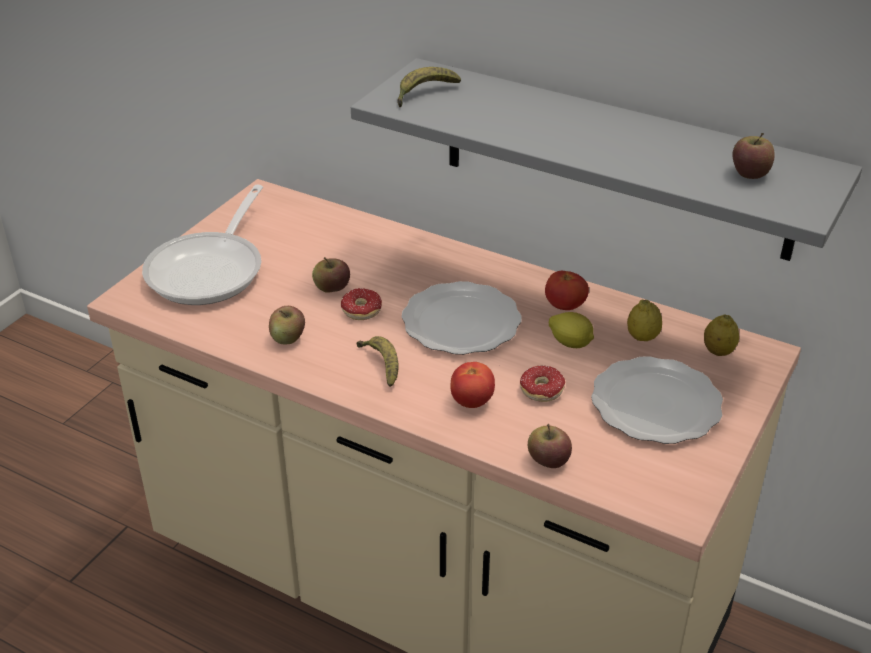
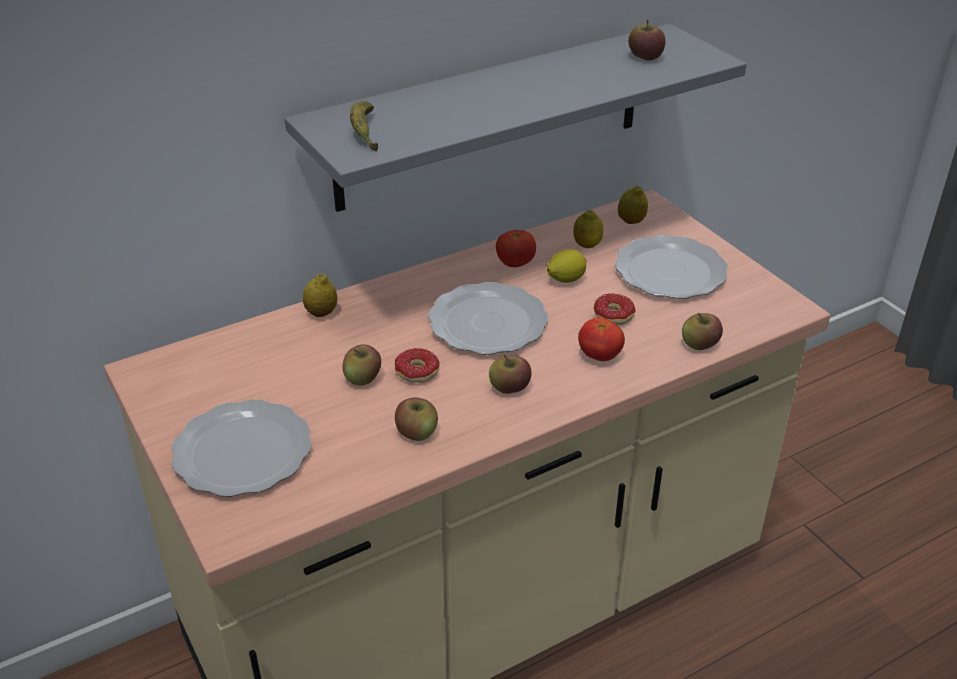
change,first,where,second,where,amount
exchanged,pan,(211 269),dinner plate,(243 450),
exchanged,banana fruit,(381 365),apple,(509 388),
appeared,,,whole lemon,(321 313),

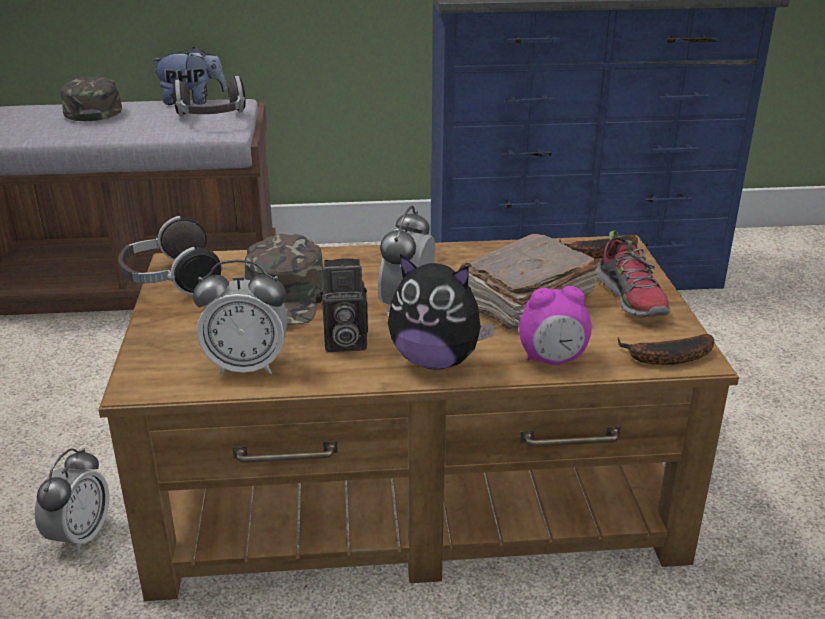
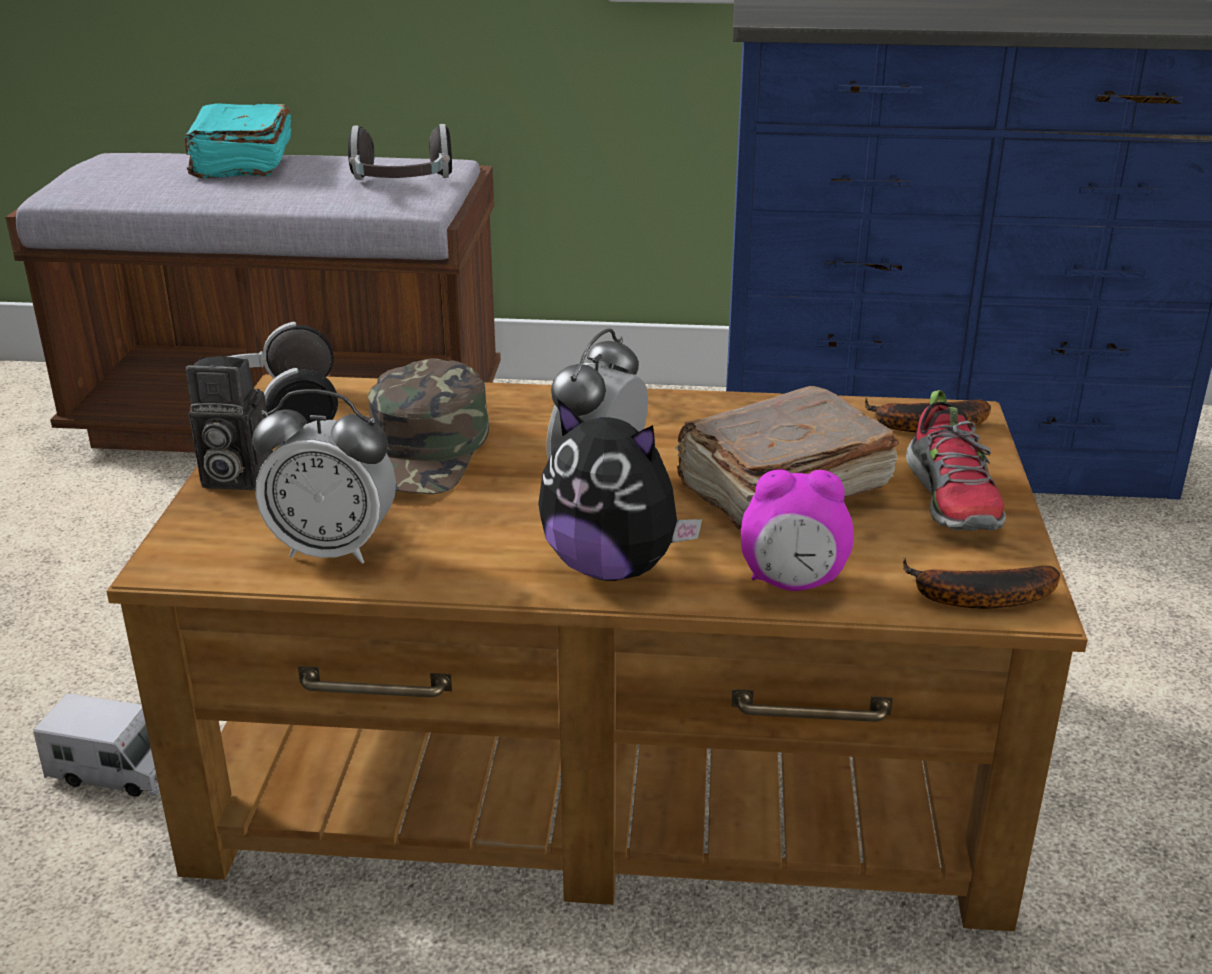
change,first,where,second,where,amount
exchanged,alarm clock,(80 536),toy lorry,(117 771),
exchanged,peaked cap/green,(93 109),bound book/turquoise-coloured,(241 163),
missing,plush toy,(192 101),,,
relocated,still camera,(342 342),,(232 477),

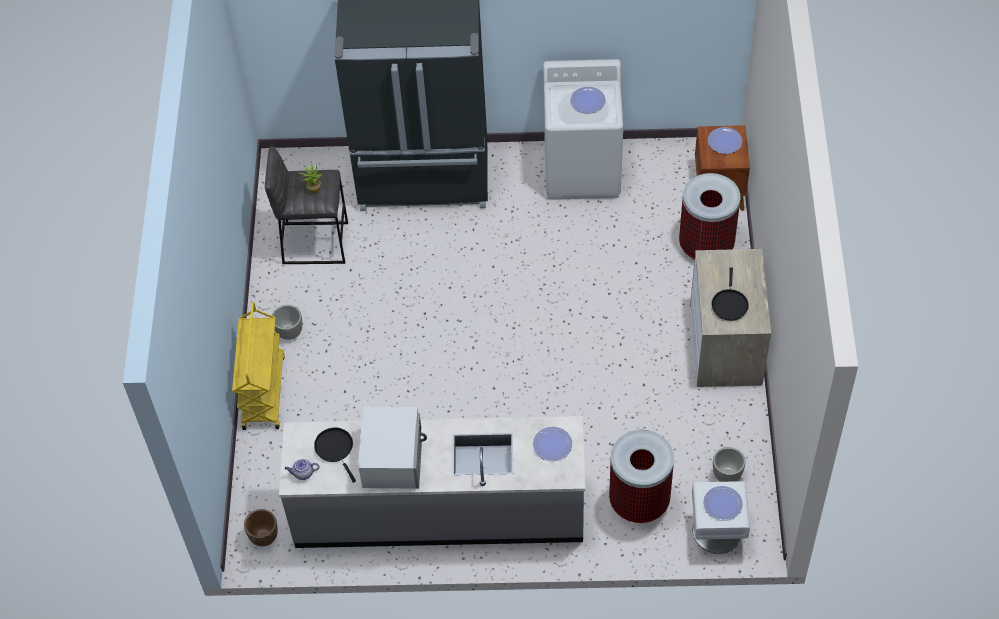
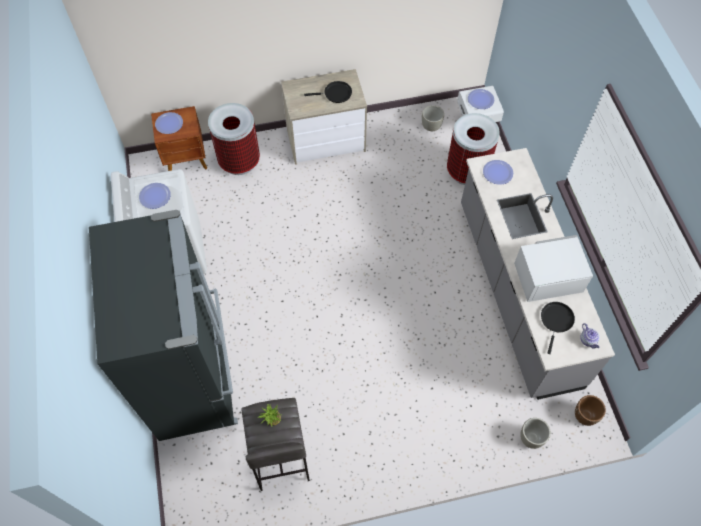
change,first,where,second,where,amount
missing,trolley/yellowish,(263 391),,,
relocated,plant pot/grey,(289 332),,(531 438),
spun,pan/black-coloured,(335 449),,(556 321),150 degrees clockwise

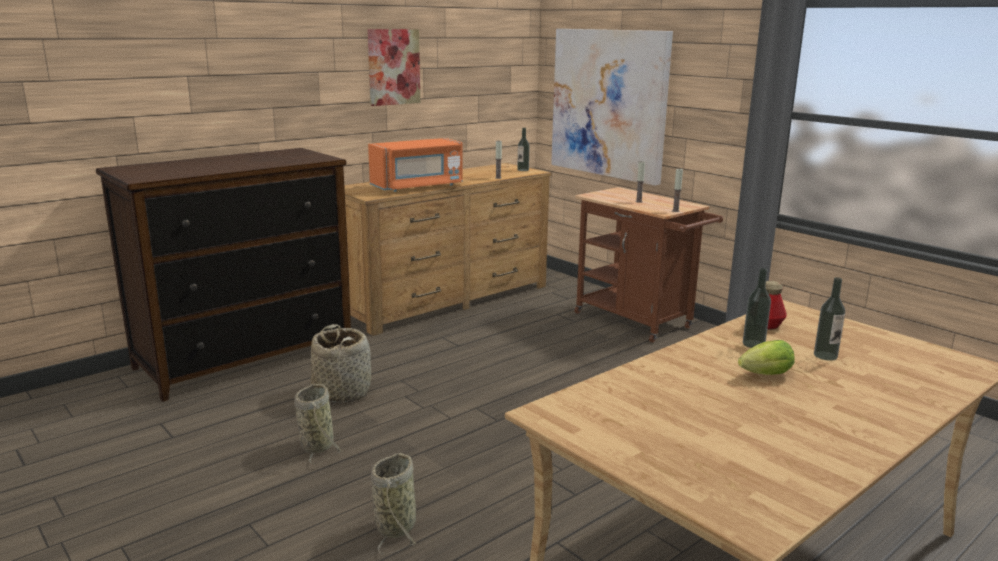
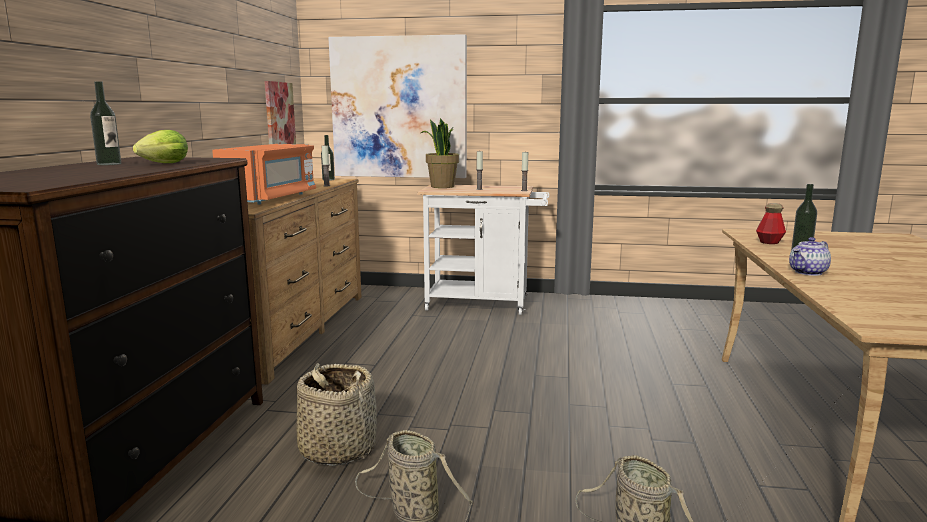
change,first,where,second,where,amount
relocated,picture,(393 67),,(279 118),
colour,trolley/brown-coloured,(638 322),trolley/white,(484 304),
relocated,lettuce head,(763 375),,(162 164),
relocated,drink bottle,(825 356),,(109 164),
appeared,,,potted plant,(442 186),
appeared,,,tea pot,(808 272),

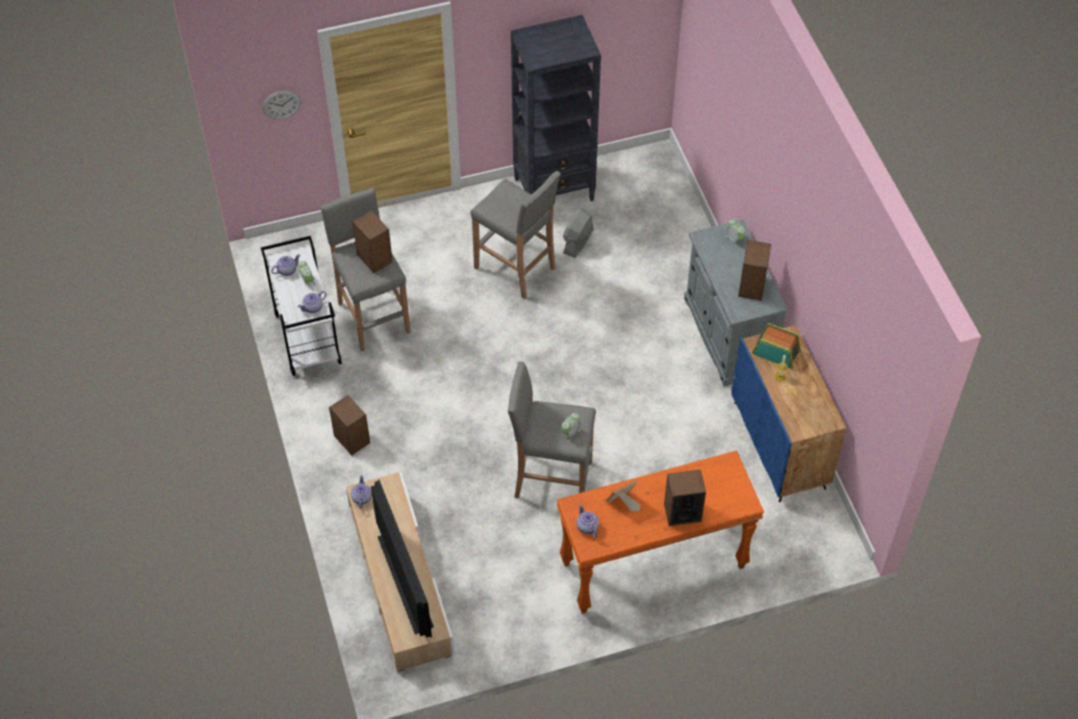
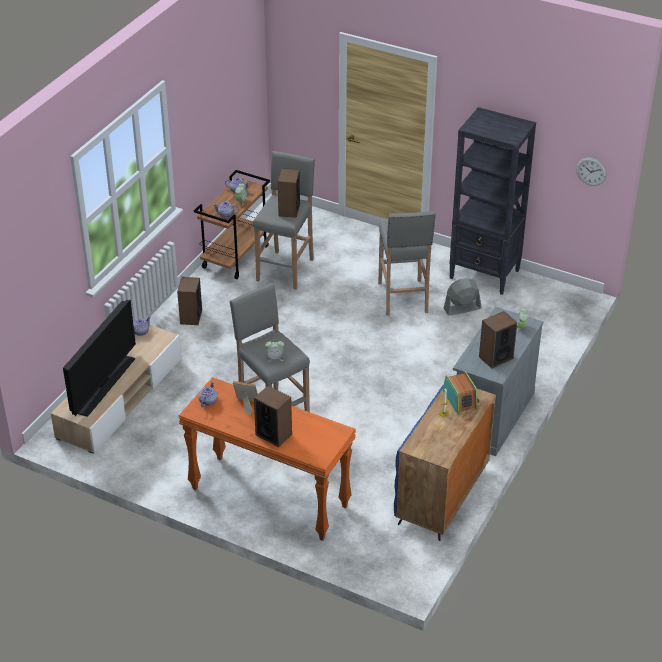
change,first,where,second,where,amount
colour,trolley/white,(307 338),trolley/brown-coloured,(235 256),
relocated,wall clock,(281 104),,(591 171),

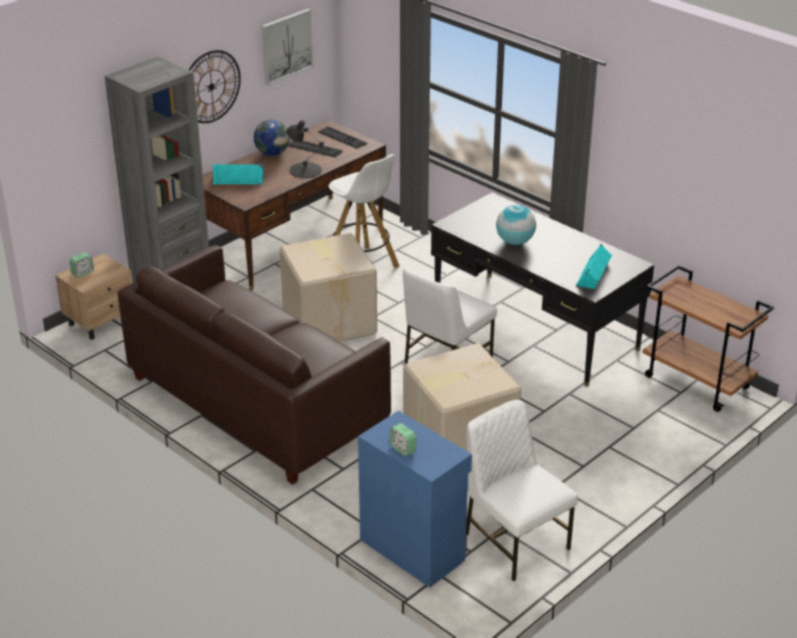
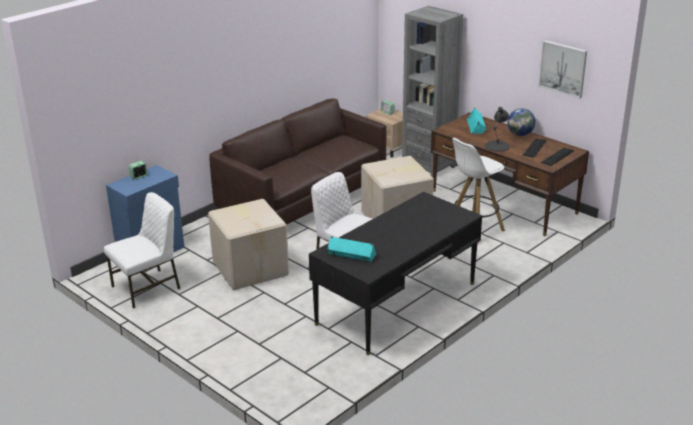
change,first,where,second,where,amount
missing,wall clock,(211 86),,,
missing,globe,(515 242),,,
missing,trolley/brown-coloured,(697 382),,,

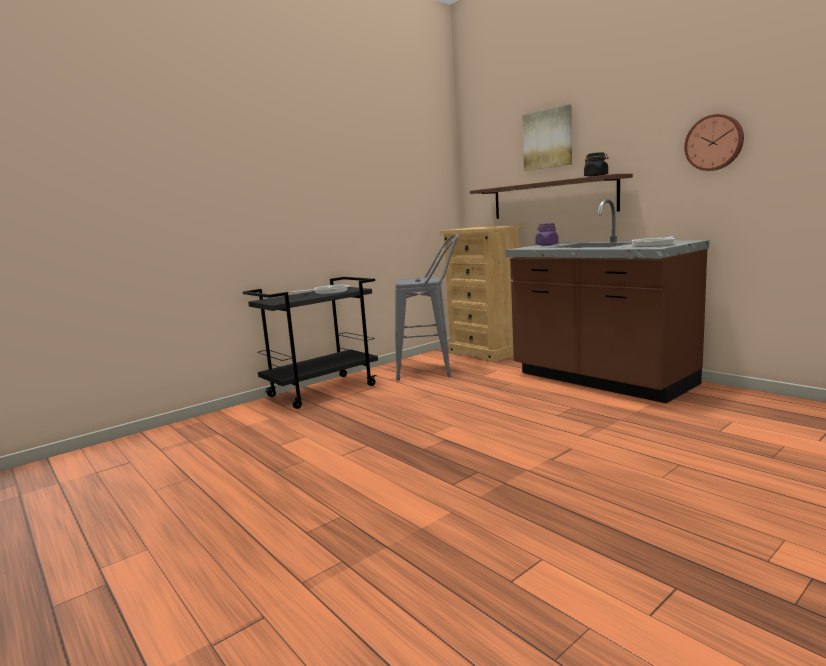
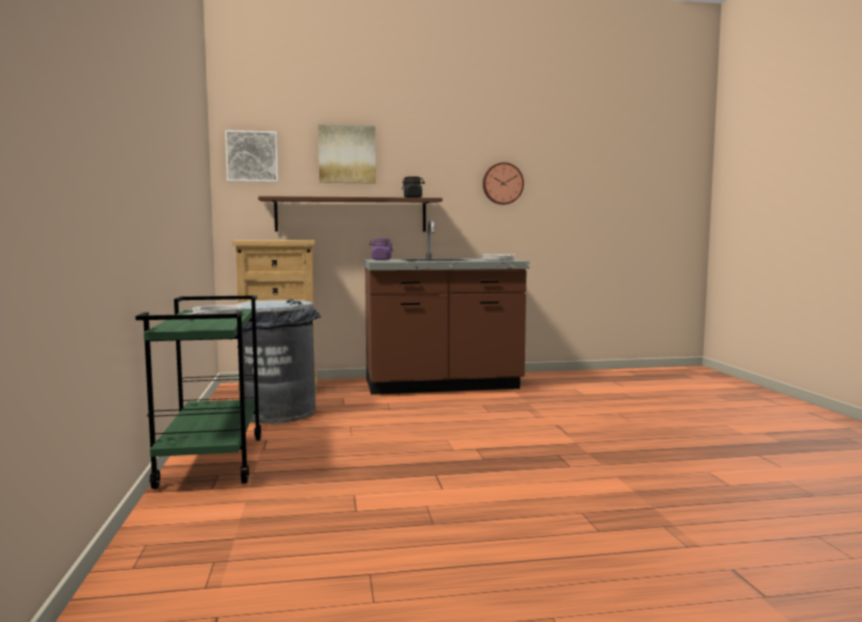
change,first,where,second,where,amount
colour,trolley/black-coloured,(322 390),trolley/green,(211 461),
exchanged,sitting stool/grey,(431 371),trash can/grey,(278 413),
appeared,,,picture,(252 157),

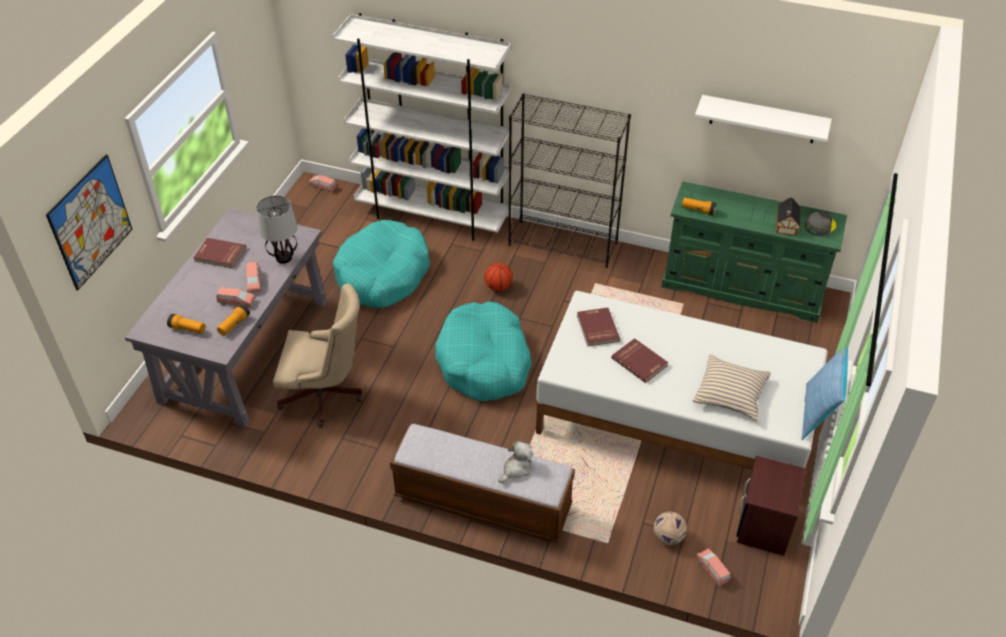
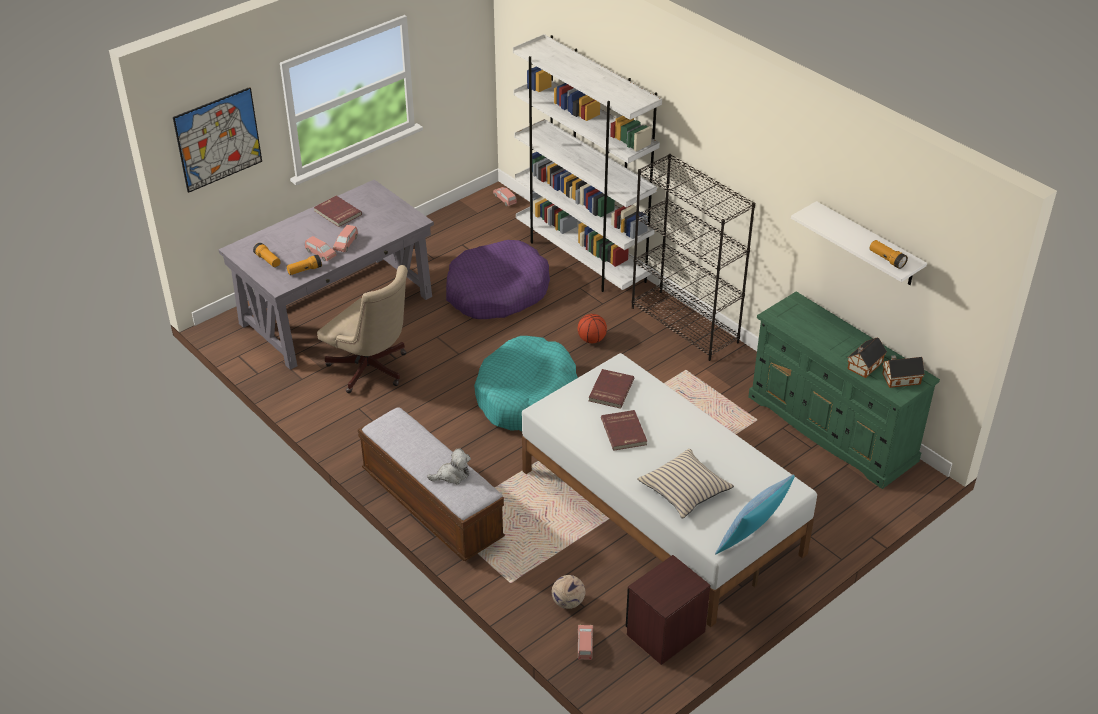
change,first,where,second,where,amount
missing,table lamp,(283 257),,,
colour,dog cushion/turquoise-coloured,(382 275),dog cushion/purplish,(496 292),
relocated,hand torch,(698 210),,(886 259),
exchanged,peaked cap/grey,(819 226),miniature house,(899 378),

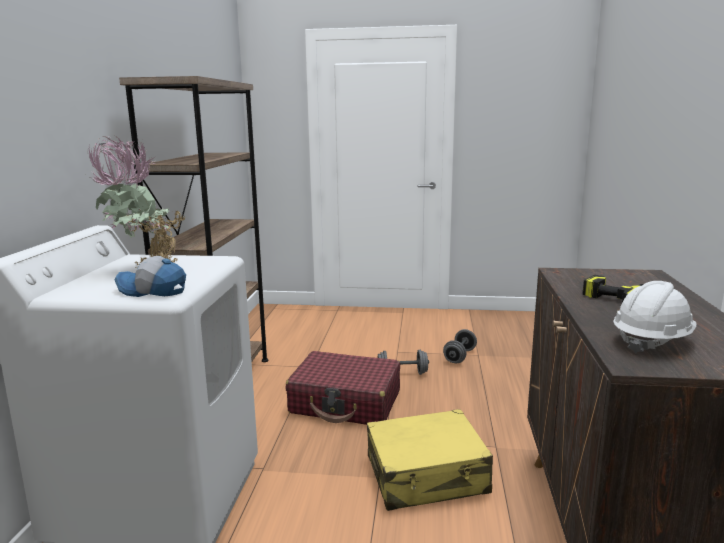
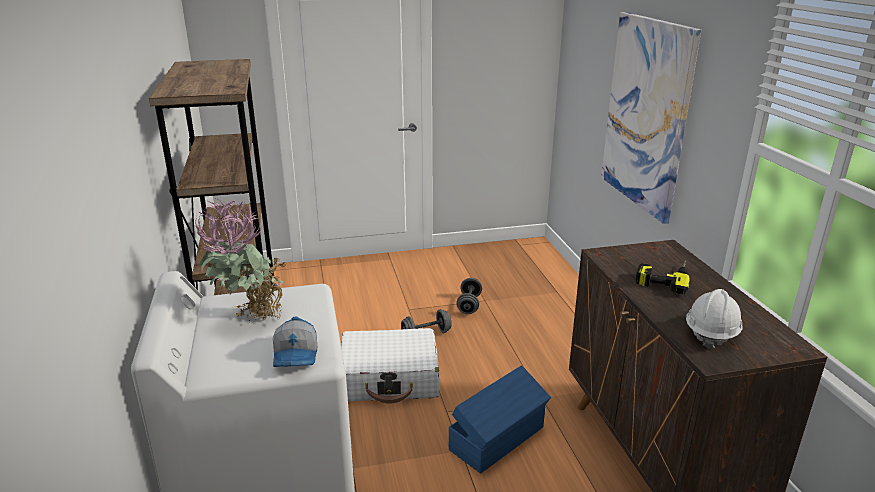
change,first,where,second,where,amount
spun,peaked cap,(152 291),,(297 355),90 degrees counterclockwise
colour,piece of luggage/red-coloured,(346 402),piece of luggage/white,(390 378),
exchanged,piece of luggage/yellowish,(426 475),storage box/blue-coloured,(498 438),
appeared,,,picture,(646 114),

